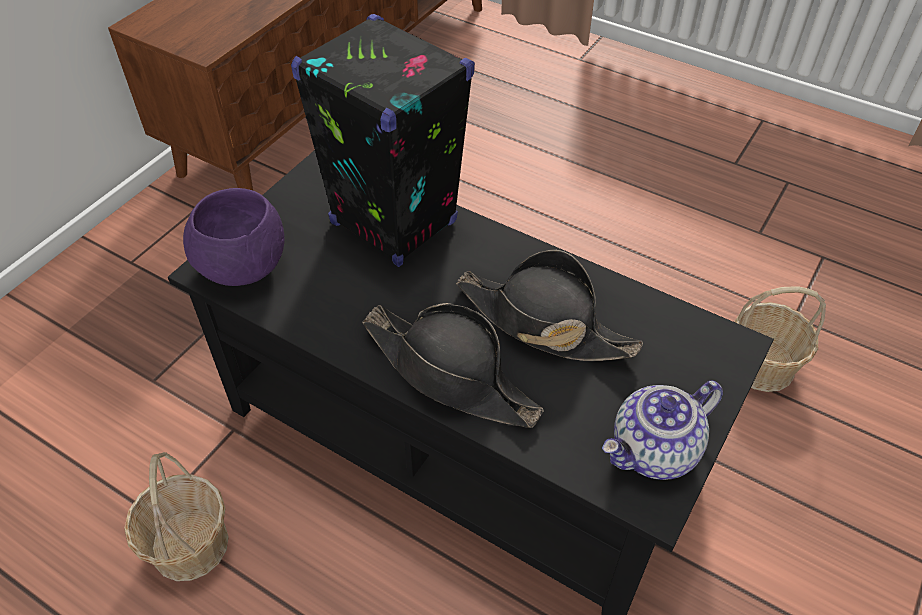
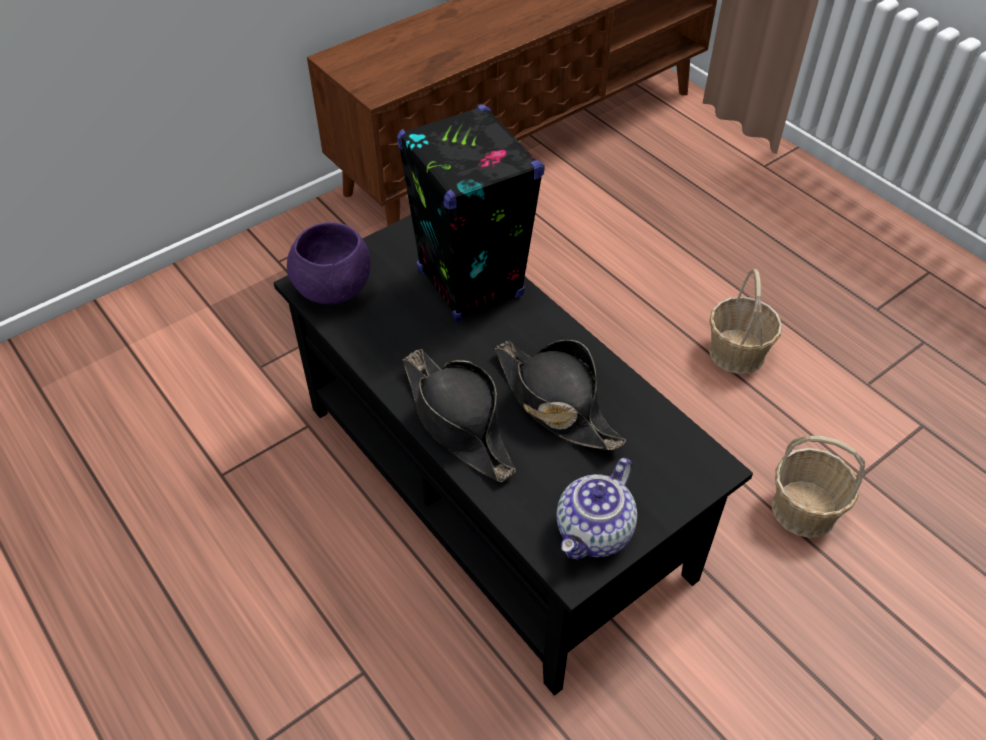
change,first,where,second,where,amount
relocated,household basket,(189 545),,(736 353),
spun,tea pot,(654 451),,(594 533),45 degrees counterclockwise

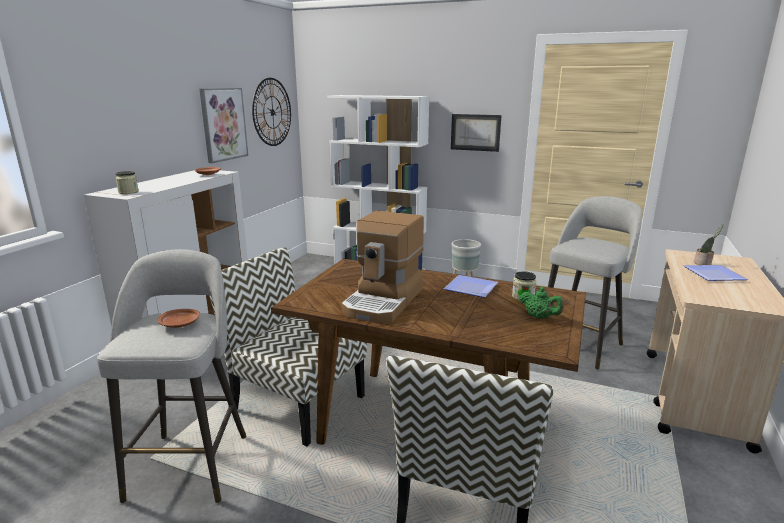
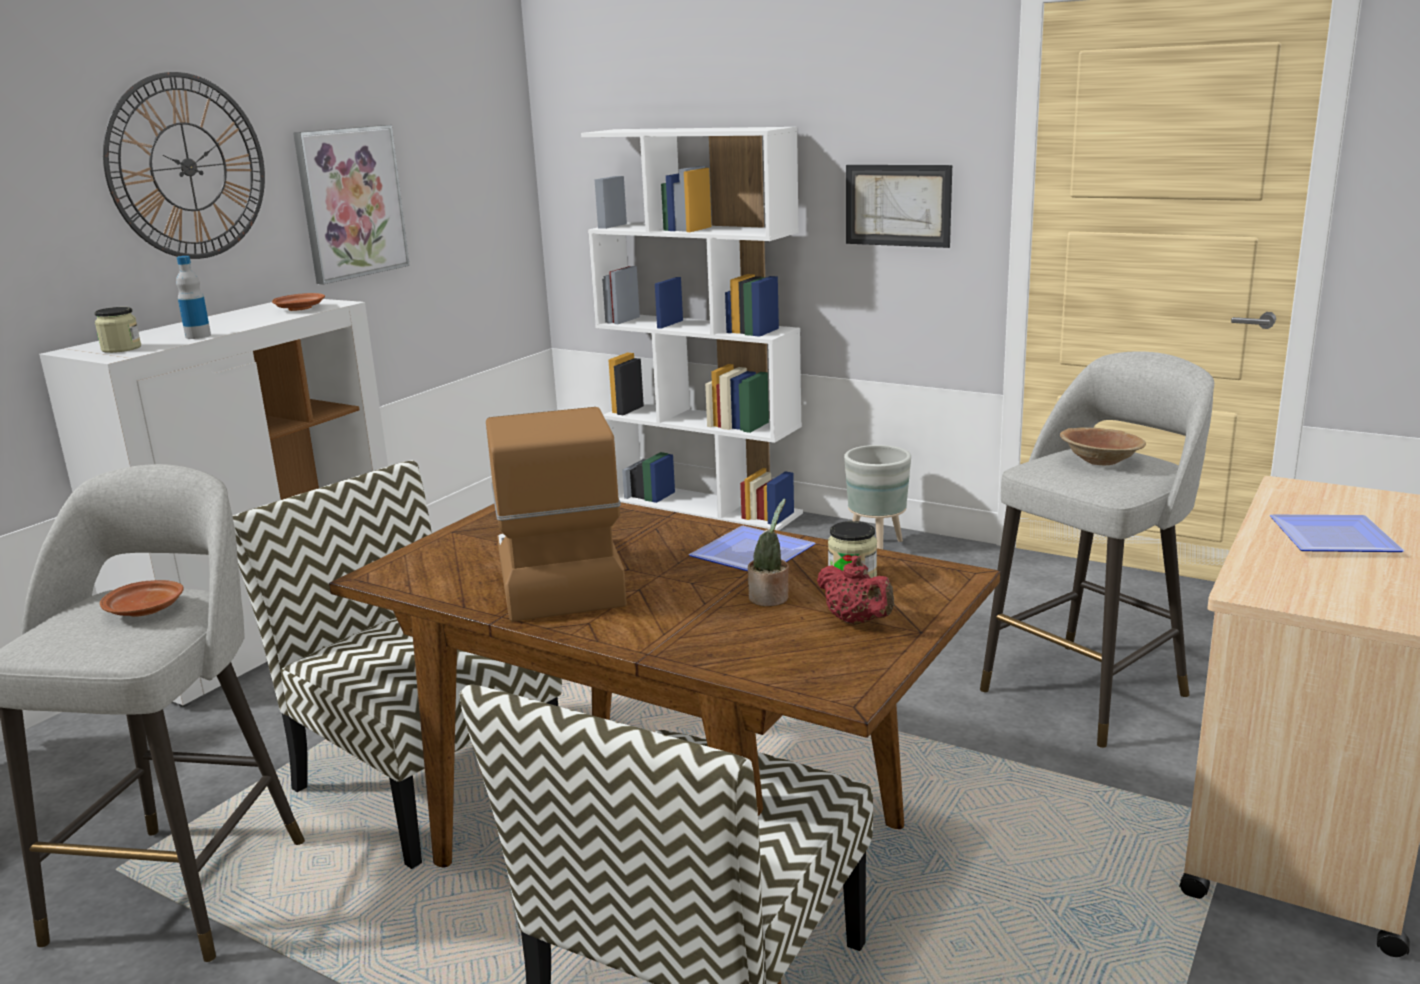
change,first,where,second,where,amount
relocated,wall clock,(272 112),,(188 167),
spun,coffee machine,(384 301),,(555 577),135 degrees clockwise
colour,tea pot/green,(539 317),tea pot/red-coloured,(856 621),
relocated,potted plant,(703 264),,(770 599),
appeared,,,drink bottle,(198 336),
appeared,,,bowl/brown-coloured,(1100 461),

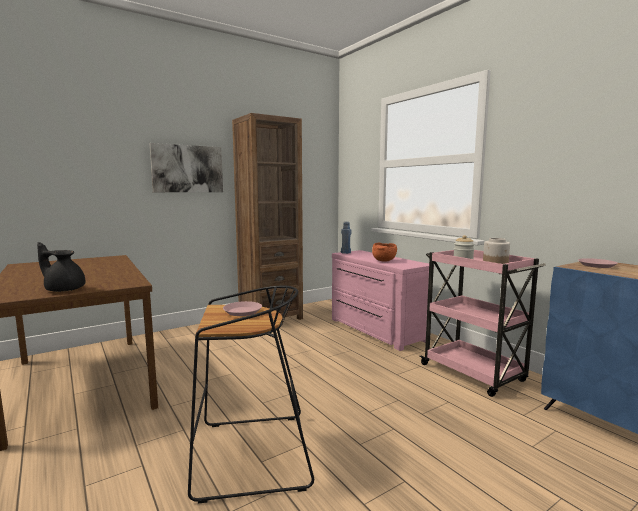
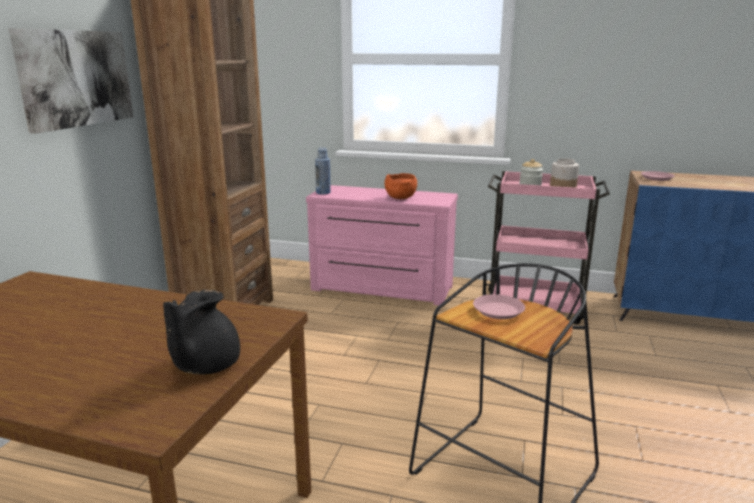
change,first,where,second,where,amount
spun,tea pot/black-coloured,(64 289),,(204 366),45 degrees counterclockwise

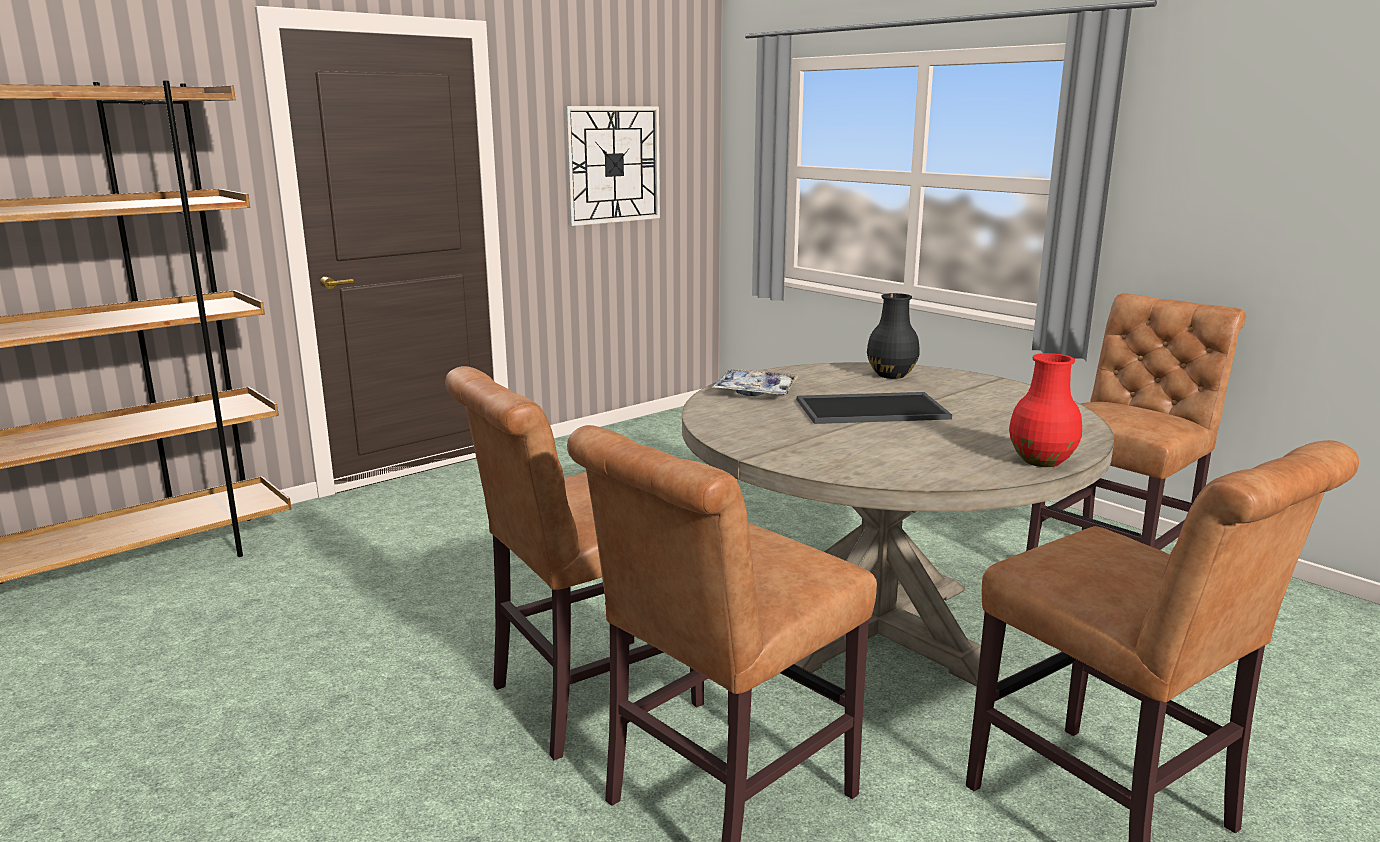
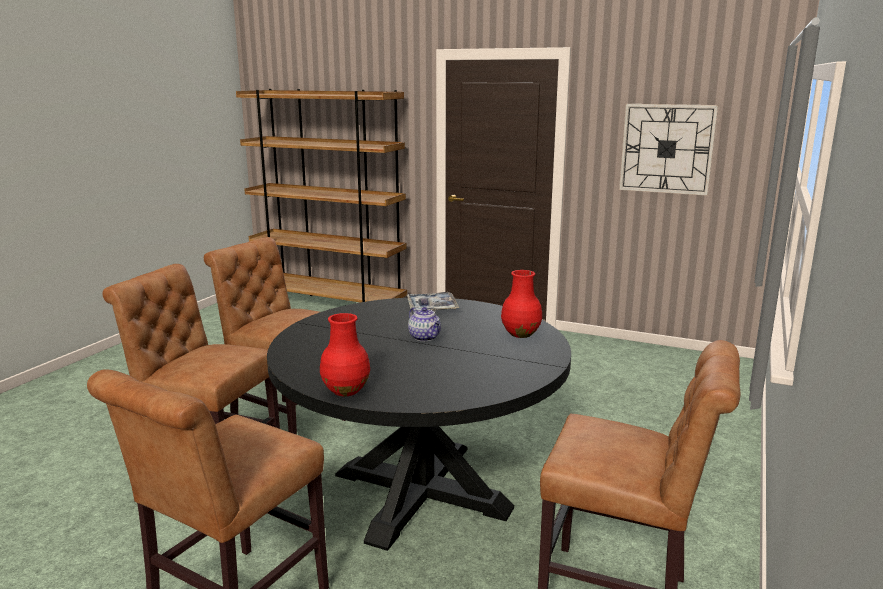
change,first,where,second,where,amount
colour,kitchen table/beige,(875 625),kitchen table/black-coloured,(421 491),
exchanged,serving tray,(872 408),tea pot,(425 337),
colour,flower vase/black-coloured,(891 375),flower vase/red-coloured,(520 334),

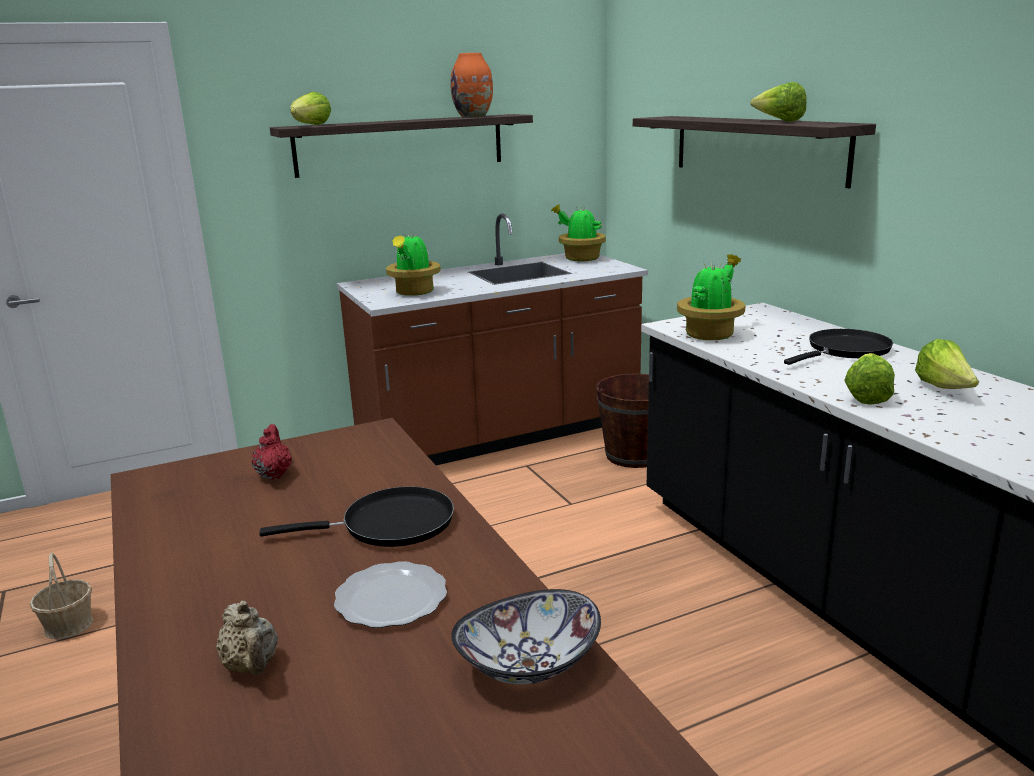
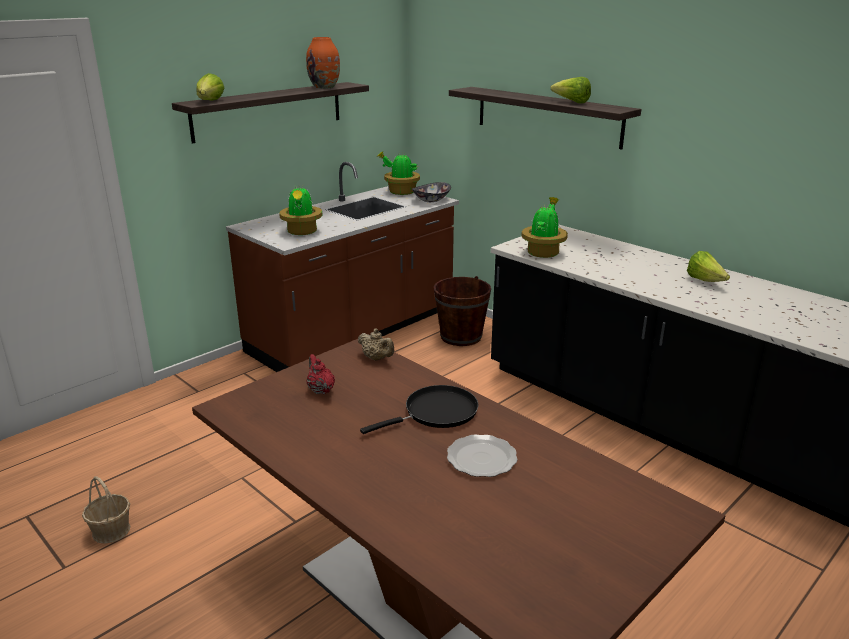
change,first,where,second,where,amount
relocated,tea pot/beige,(252 666),,(377 358),
relocated,bowl,(528 666),,(431 200),
missing,pan/black-coloured,(845 350),,,
missing,lettuce head,(866 396),,,

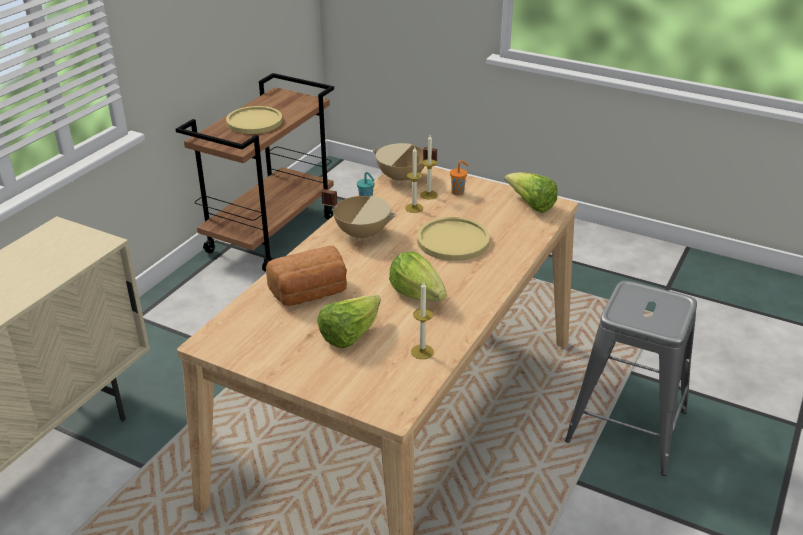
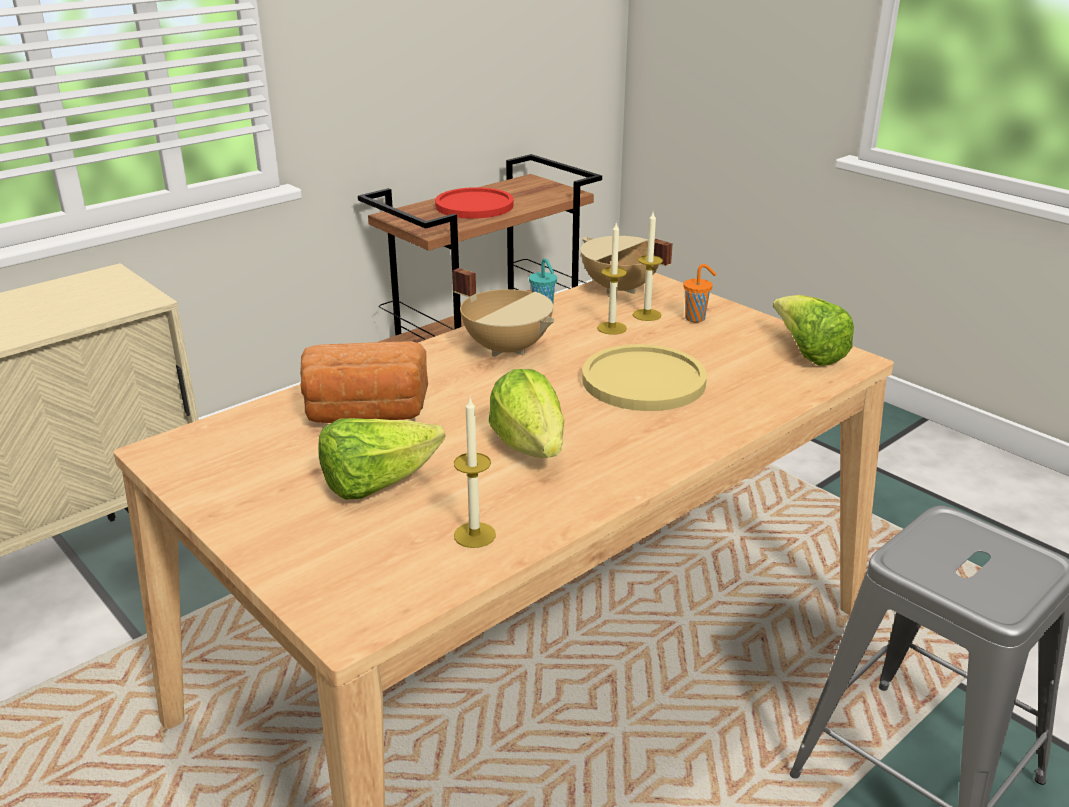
change,first,where,second,where,amount
colour,dinner plate/yellowish,(254 121),dinner plate/red-coloured,(474 205),

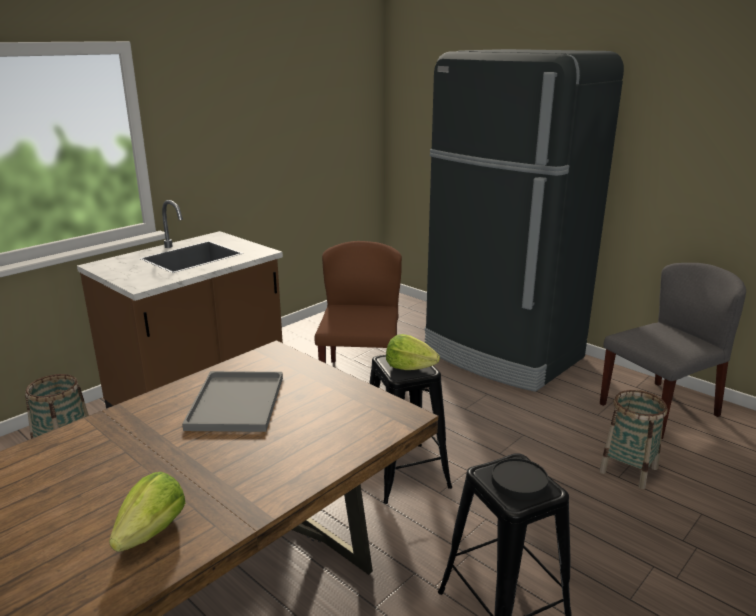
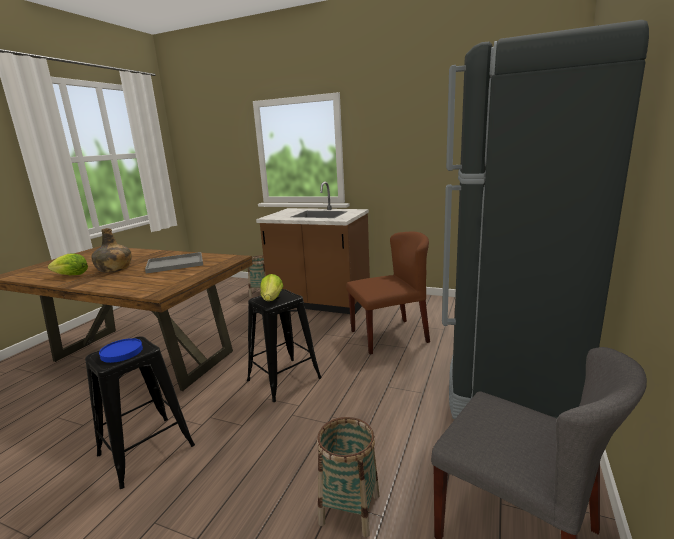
change,first,where,second,where,amount
colour,dinner plate/black-coloured,(518 481),dinner plate/blue-coloured,(122 352),
appeared,,,drink bottle/green,(114 269),

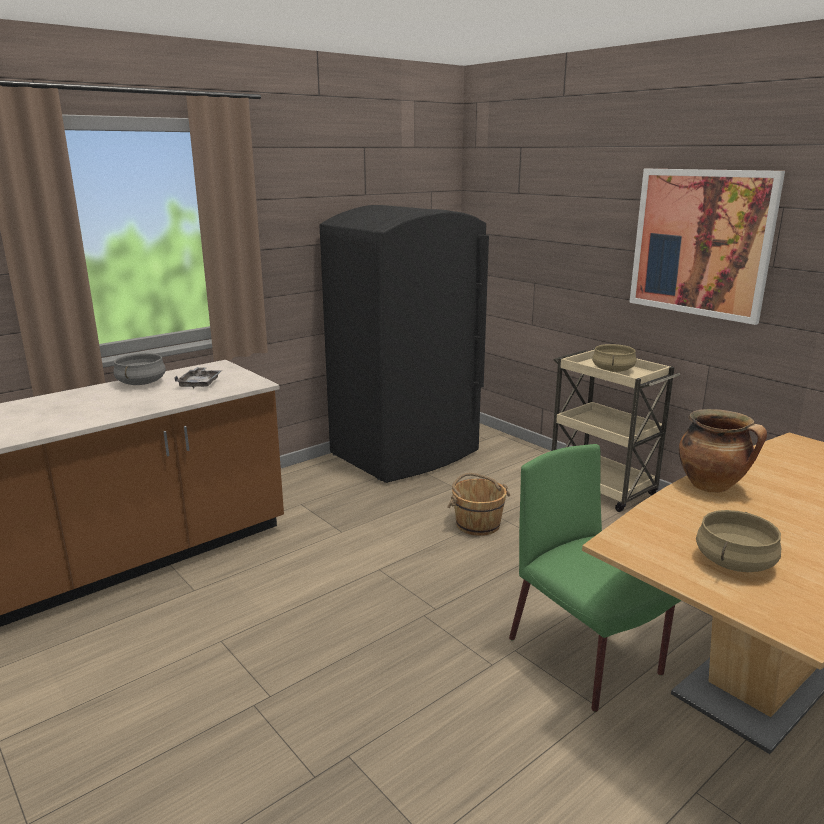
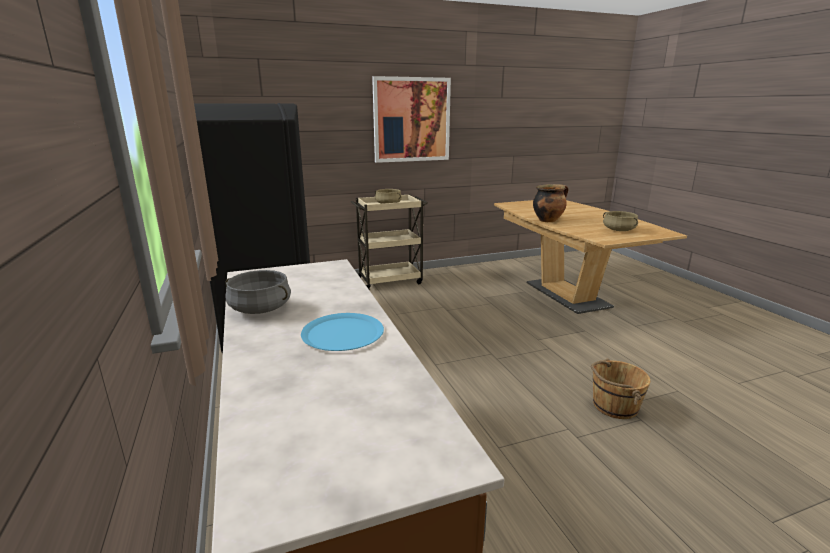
change,first,where,second,where,amount
missing,serving tray/grey,(200 383),,,
relocated,pail/brown-coloured,(477 524),,(614 406),
missing,upright chair/green,(586 657),,,
appeared,,,dinner plate/blue-coloured,(343 333),

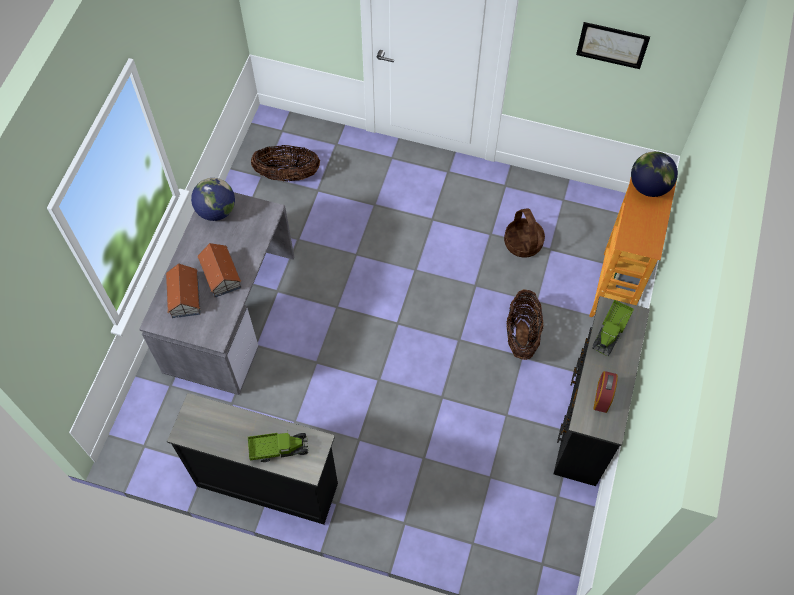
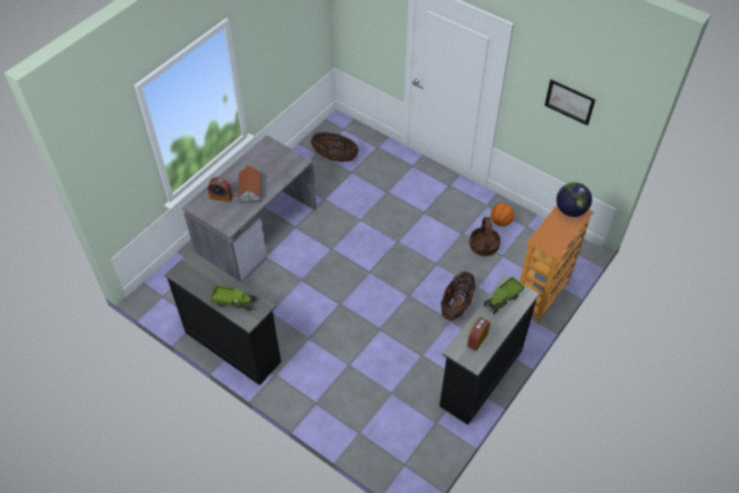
change,first,where,second,where,amount
exchanged,miniature house,(185 296),alarm clock,(221 197),
missing,globe,(216 211),,,
appeared,,,basketball ball,(501 222),

